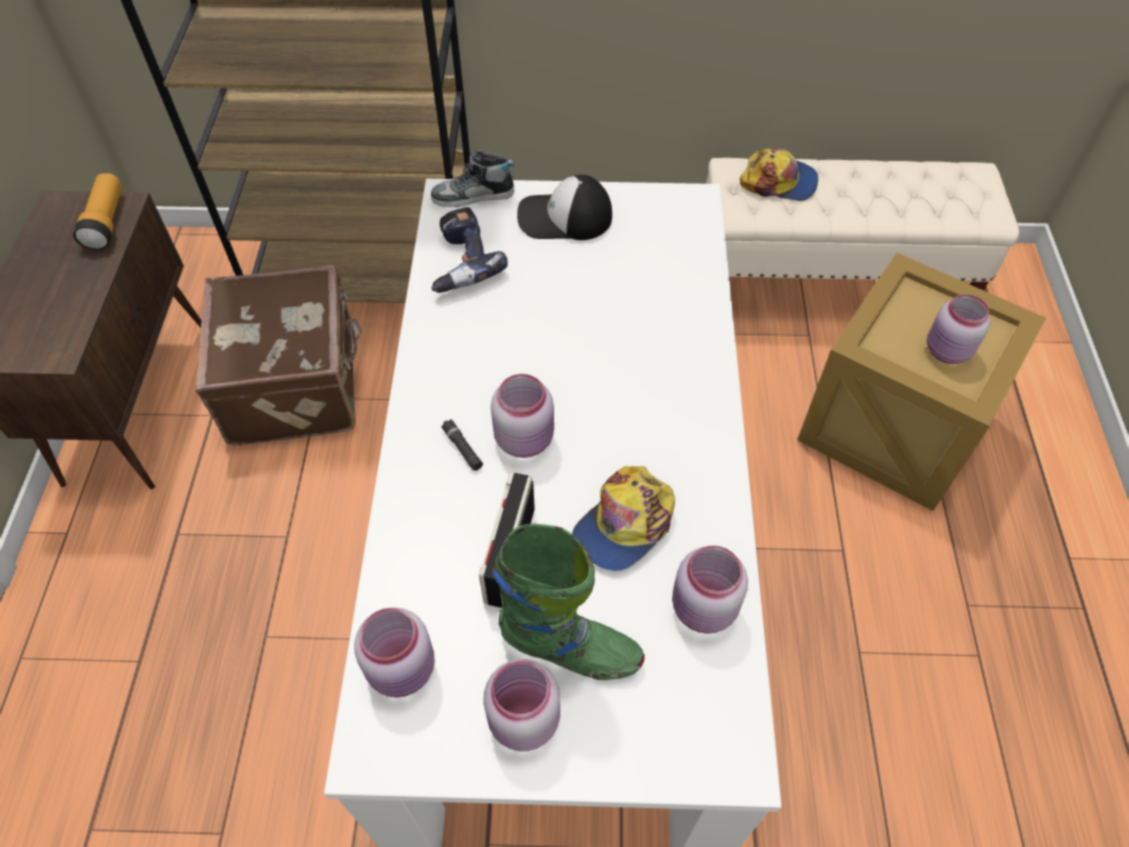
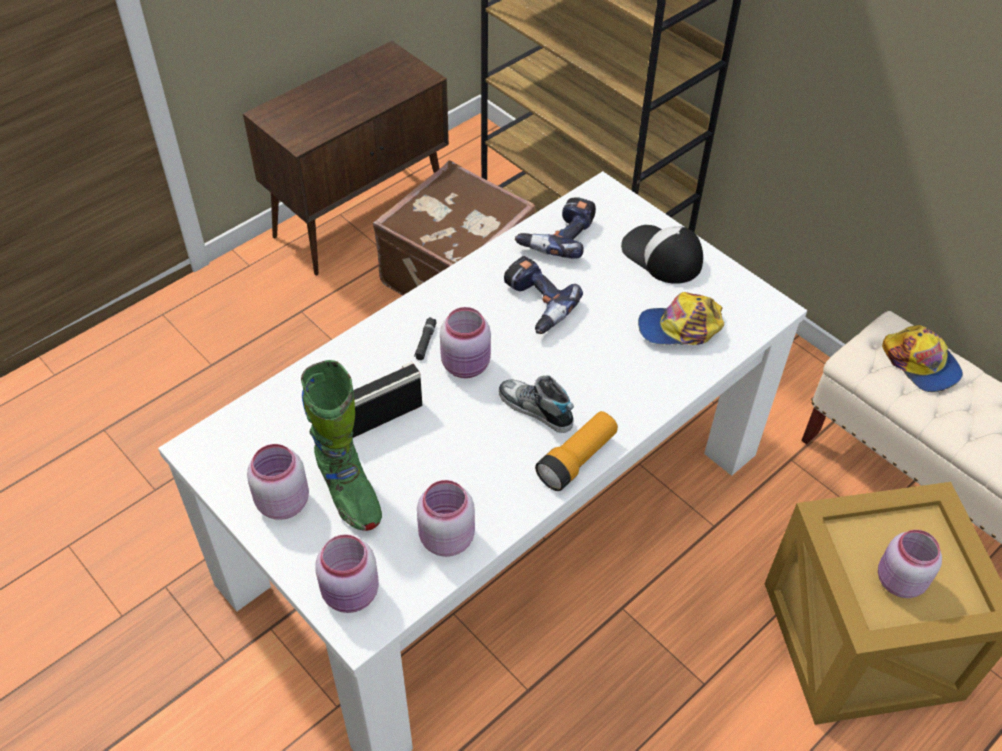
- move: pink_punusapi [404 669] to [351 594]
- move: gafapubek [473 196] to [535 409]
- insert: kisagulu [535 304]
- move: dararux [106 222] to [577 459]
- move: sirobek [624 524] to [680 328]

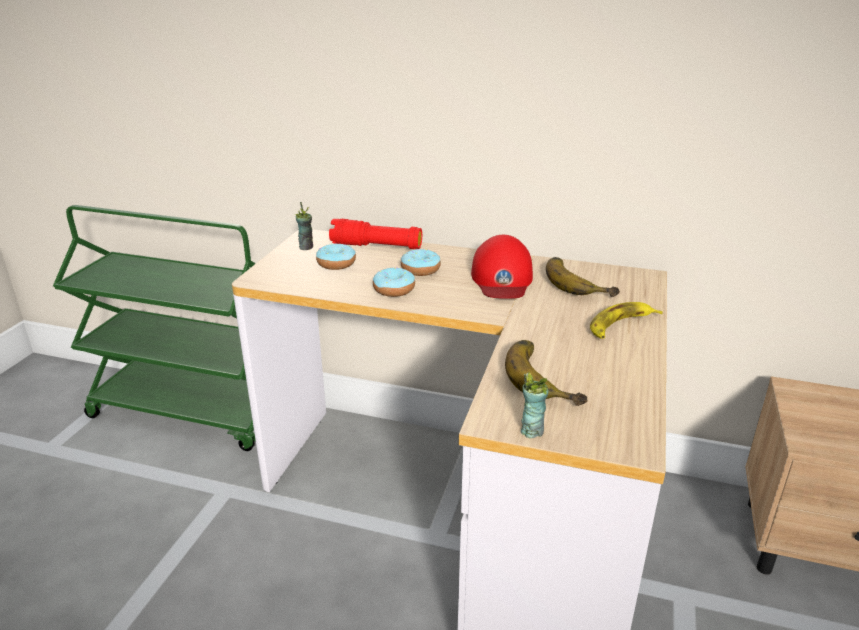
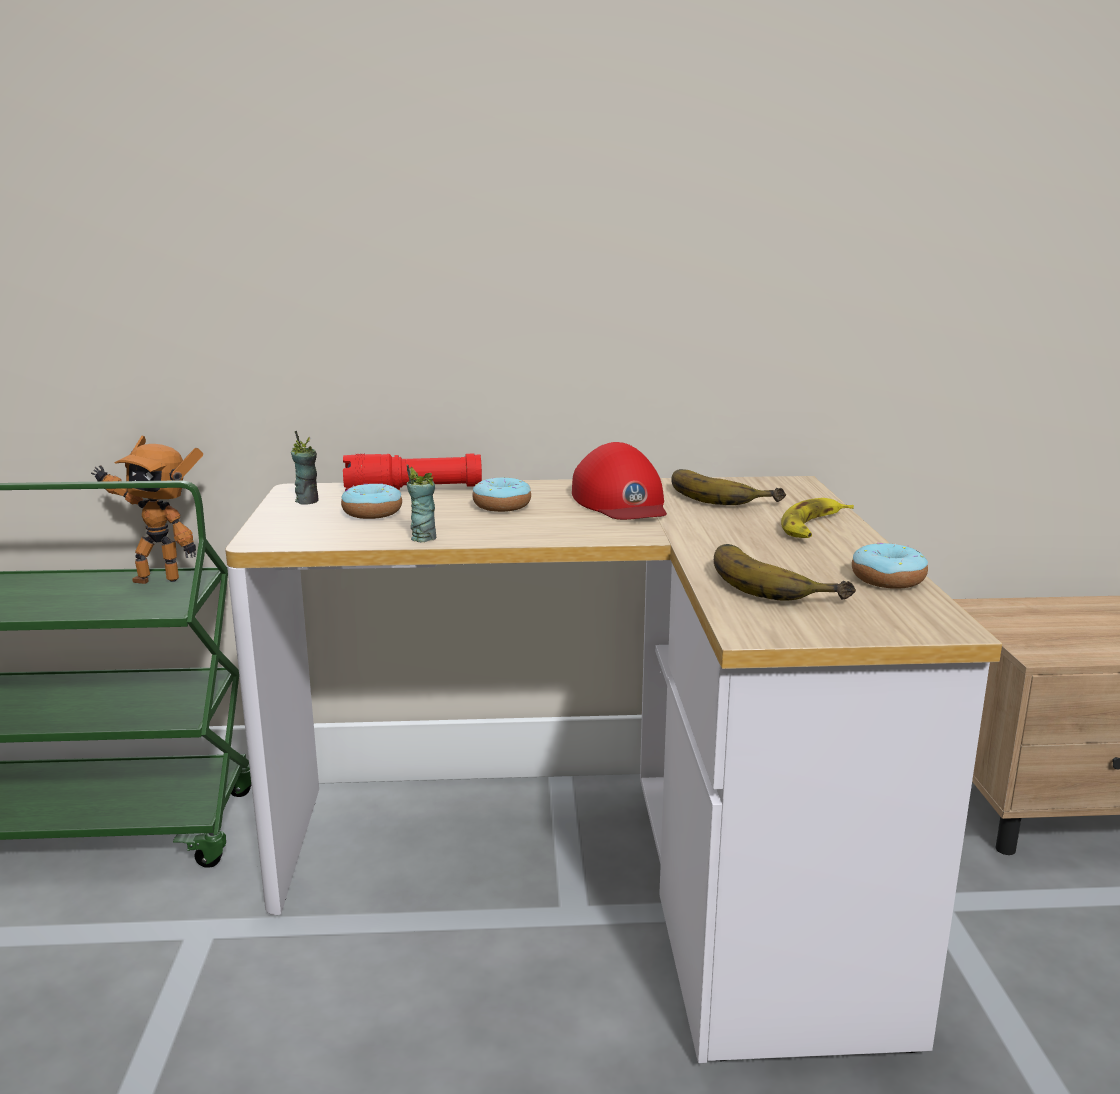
- insert: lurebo [158 579]
- move: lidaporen [531 430] to [423 538]
- move: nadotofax [394 289] to [888 579]

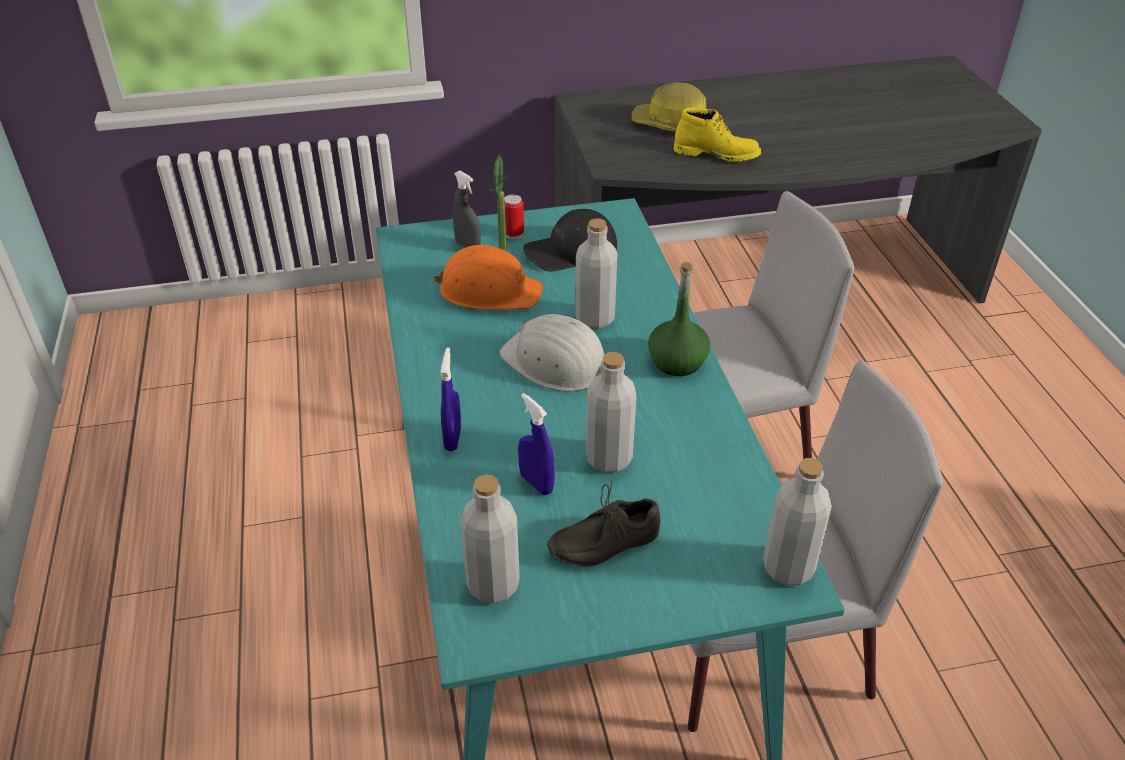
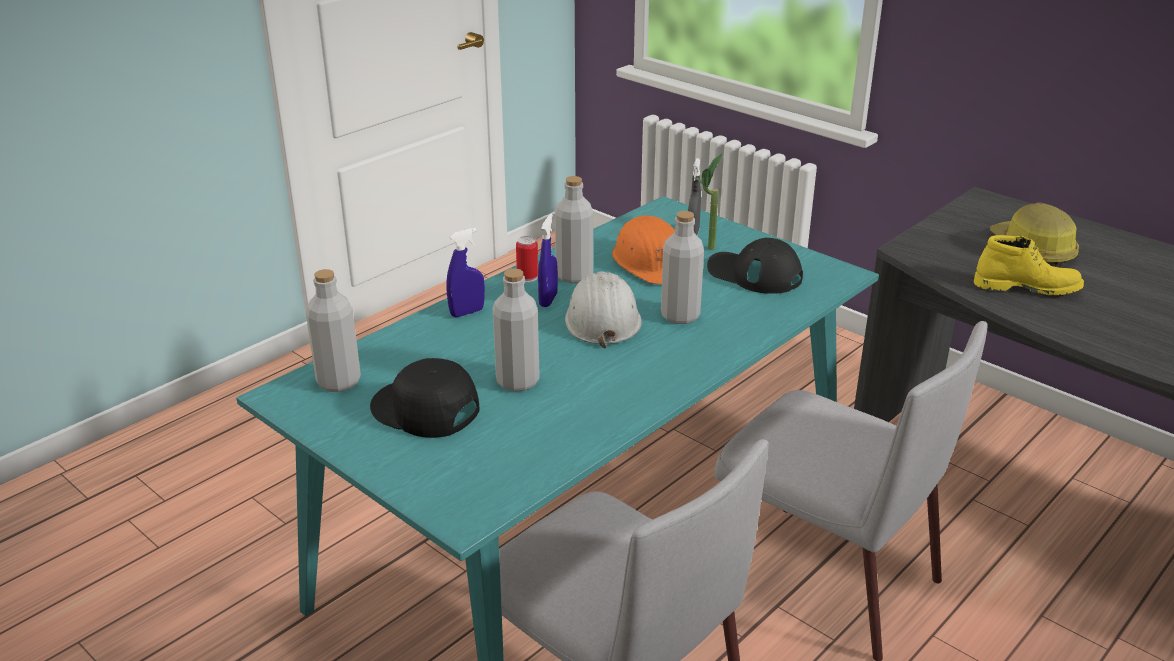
- replace: grey_gafapubek [602 541] to black_sirobek [424 410]
- move: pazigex [514 234] to [527 277]
- move: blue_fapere [536 483] to [548 300]
- move: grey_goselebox [788 568] to [574 276]
- rotate: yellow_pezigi [717 154] = [1026 287] 60 degrees counterclockwise
- delete: green_goselebox [677 362]

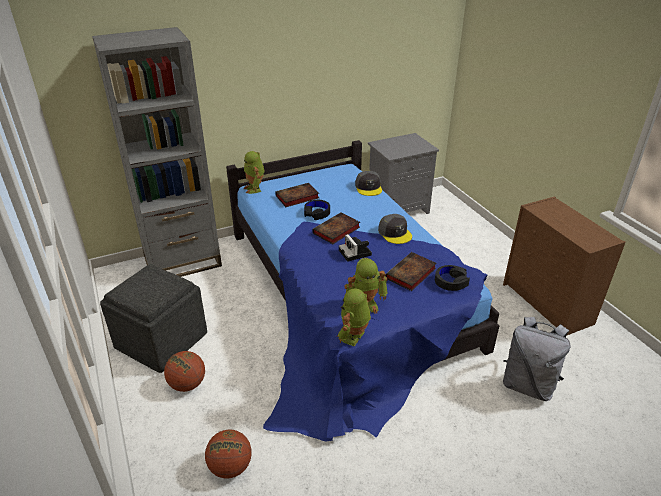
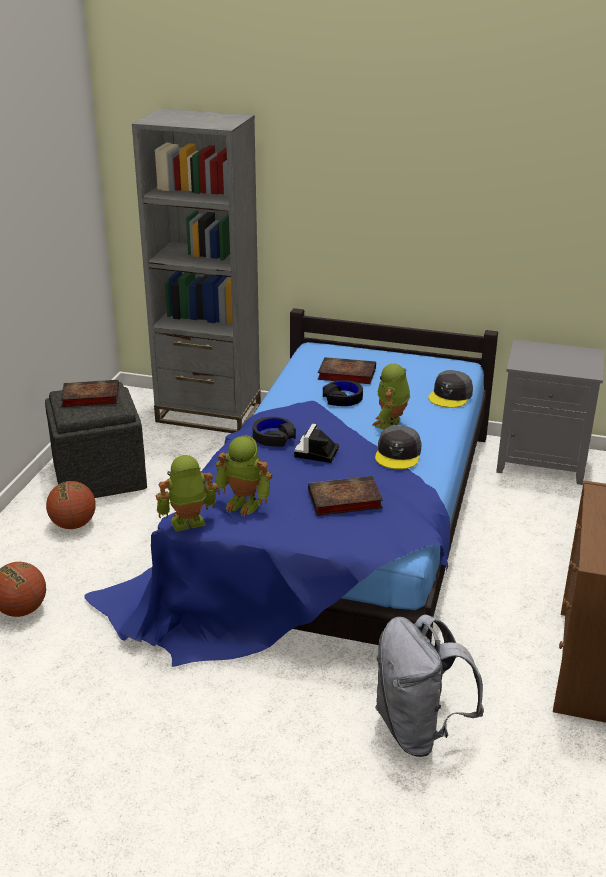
- move: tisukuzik [336 231] to [89 397]
- move: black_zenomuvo [451 281] to [273 437]
- move: lurebo [255 189] to [391 424]

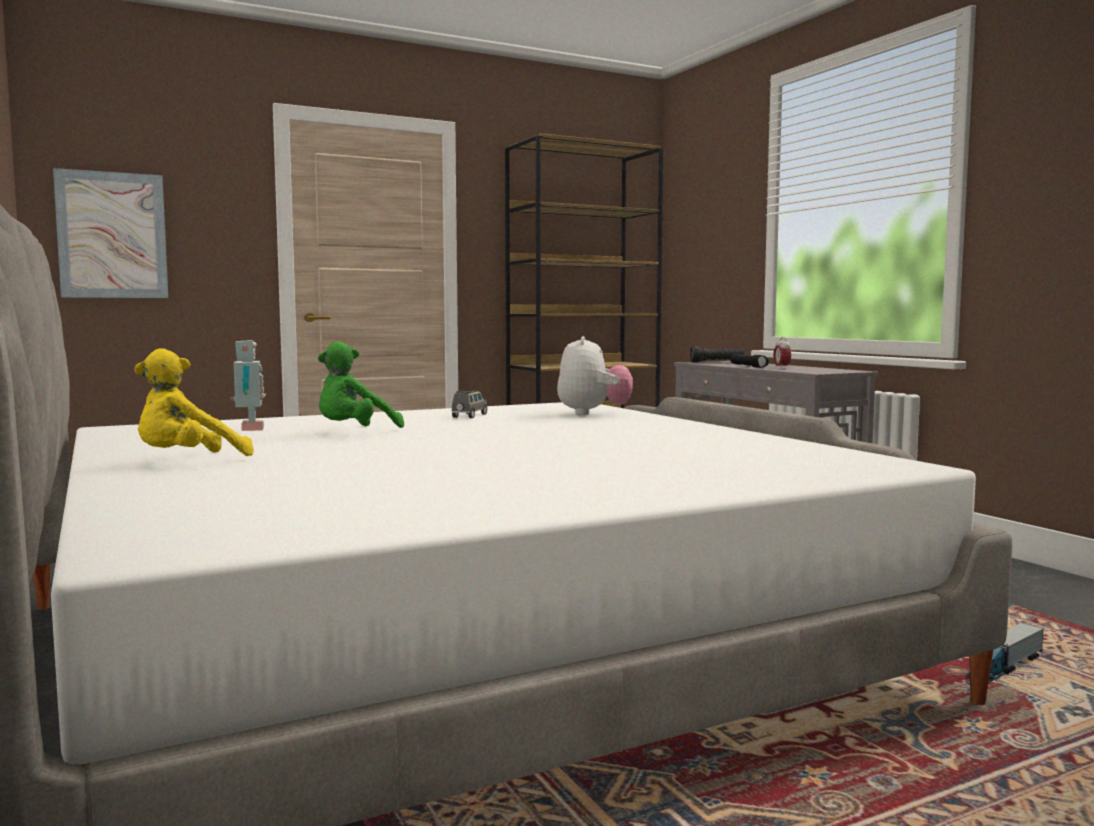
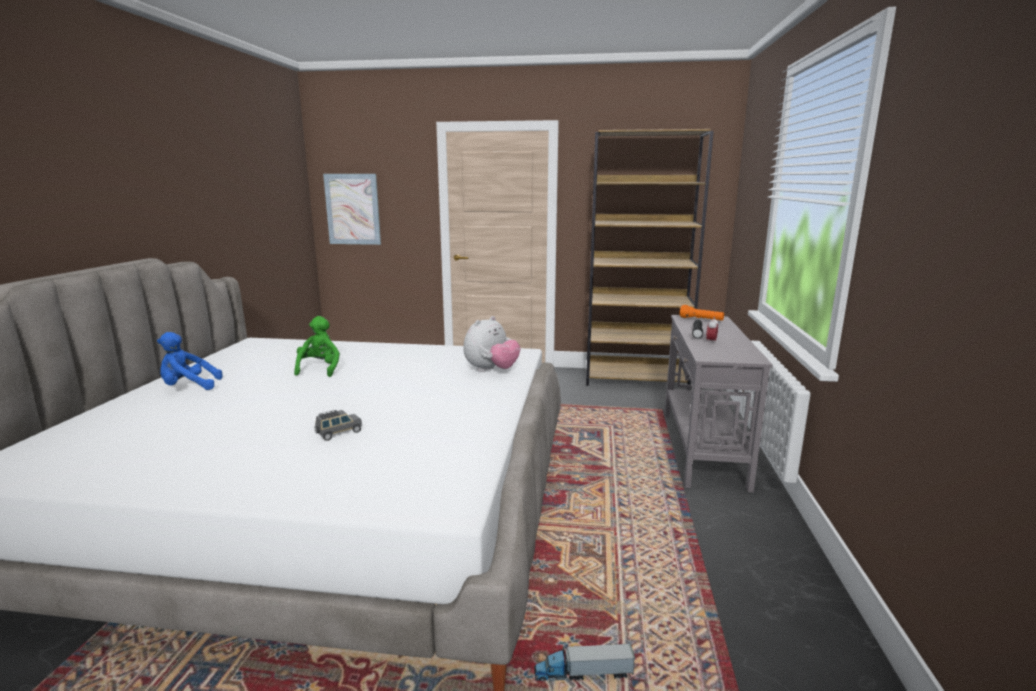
- recolor: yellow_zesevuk [187 461] to blue_zesevuk [188 387]
- rotate: green_zesevuk [354 432] = [320 369] 105 degrees clockwise
- move: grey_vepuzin [469 416] to [338 433]
- recolor: black_dararux [717 362] to orange_dararux [701 320]
- delete: lurebo [249 430]

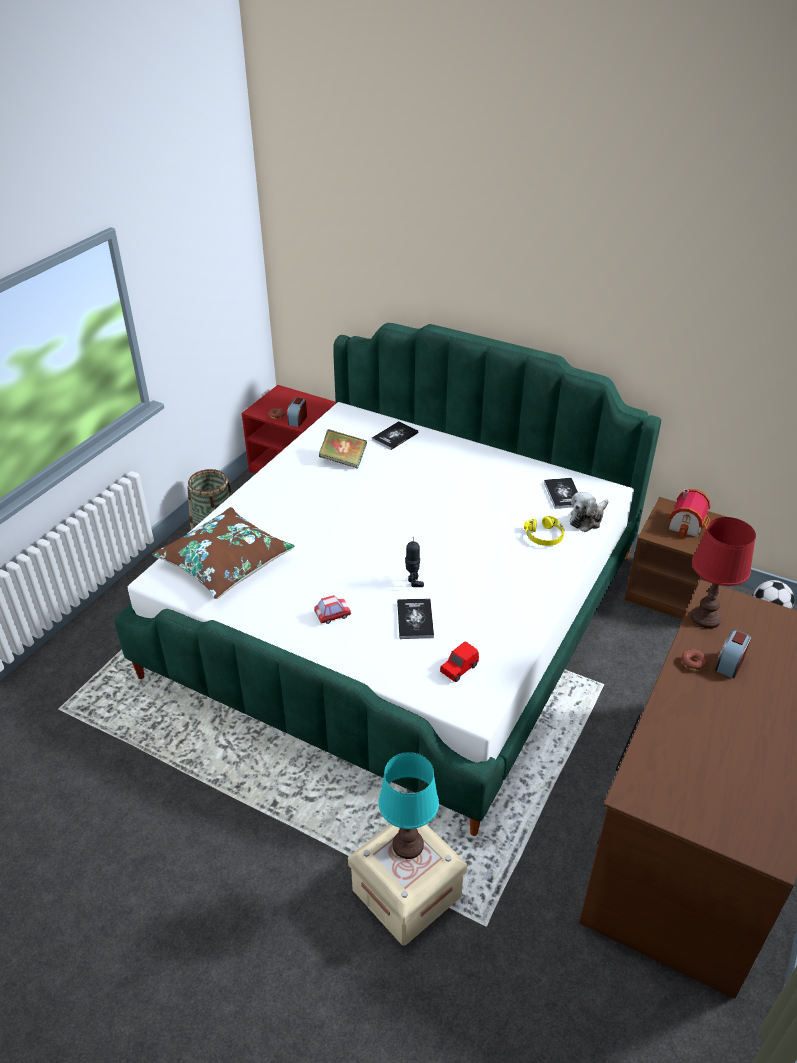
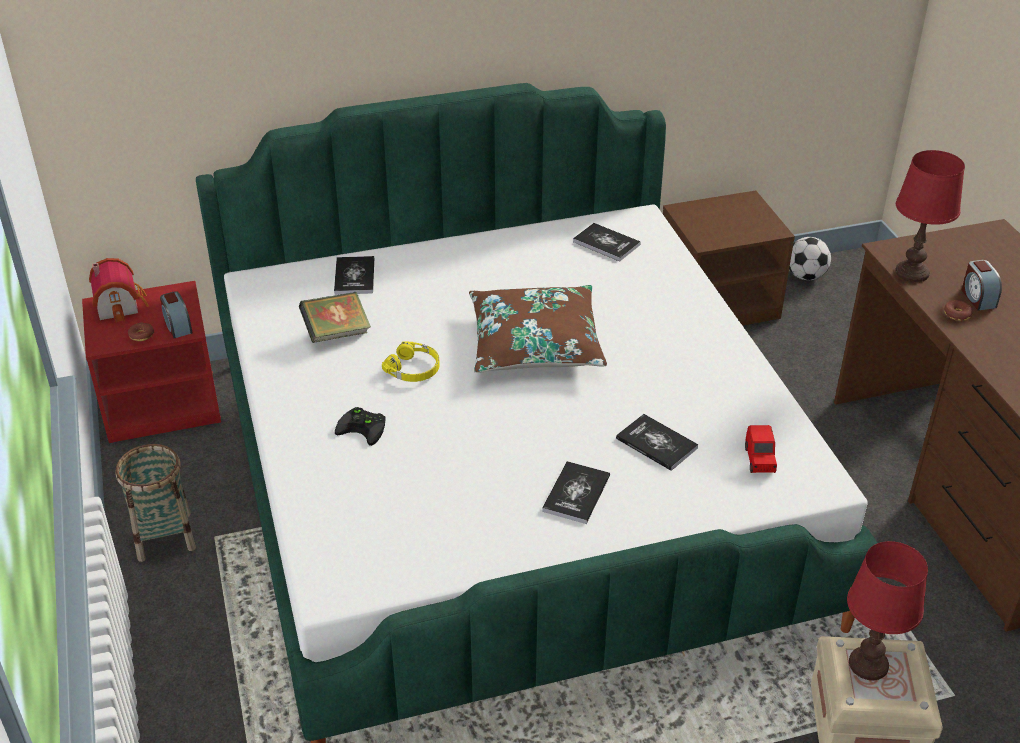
- move: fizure [689 525] to [120 304]
- insert: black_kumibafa [364 428]
- move: yellow_zenomuvo [544 536] to [414 369]
- move: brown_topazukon [225 562] to [535 343]
- replace: vepuzin [332 615] to tisukuzik [576 493]
- recolor: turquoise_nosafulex [407 845] to red_nosafulex [868 665]
- delete: lurebo [413 582]
- delete: zesevuk [587 519]

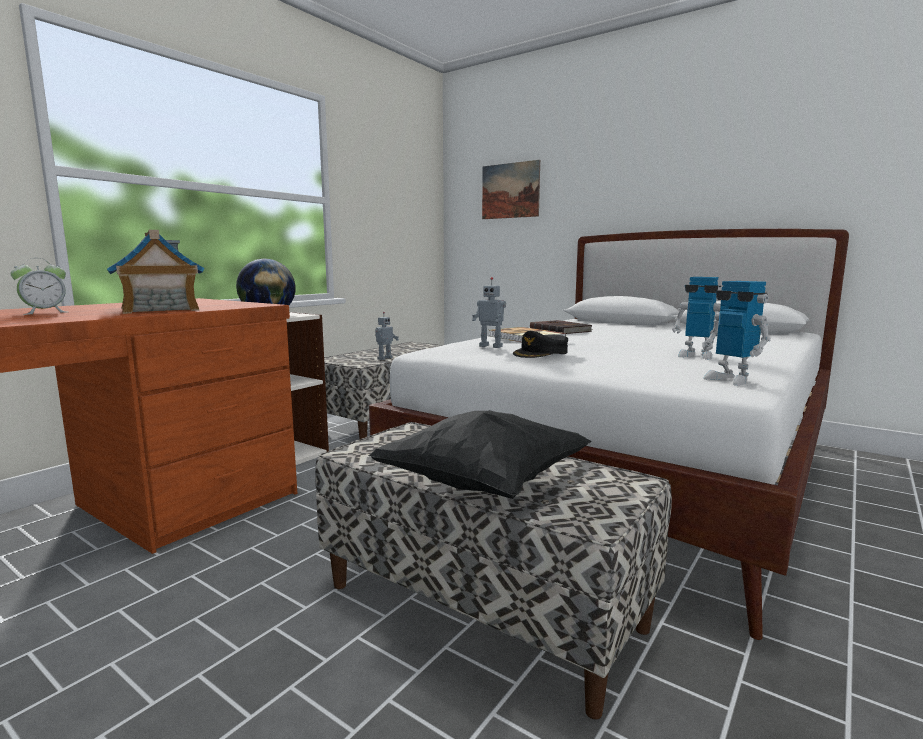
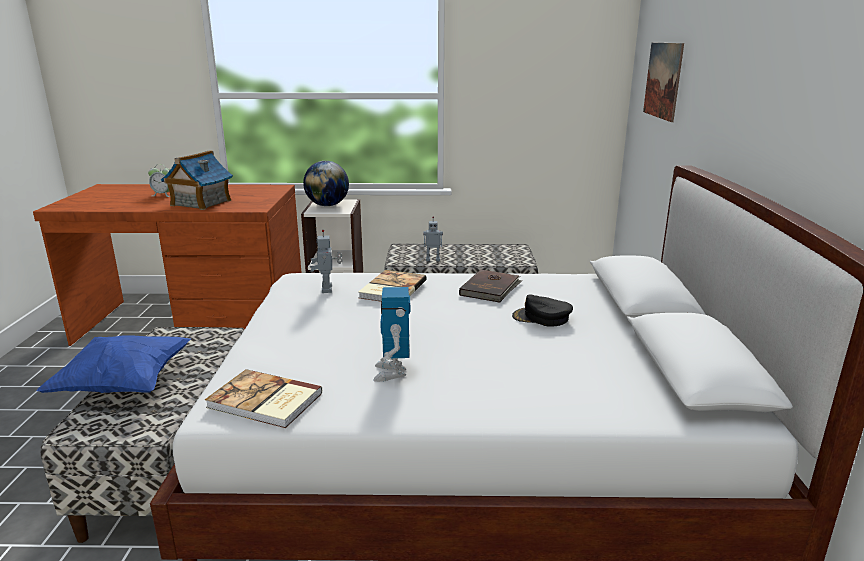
- recolor: black_topazukon [483 484] to blue_topazukon [124 384]
- replace: lurebo [731 379] to tisukuzik [265 401]
- move: black_sirobek [541 353] to [541 317]

